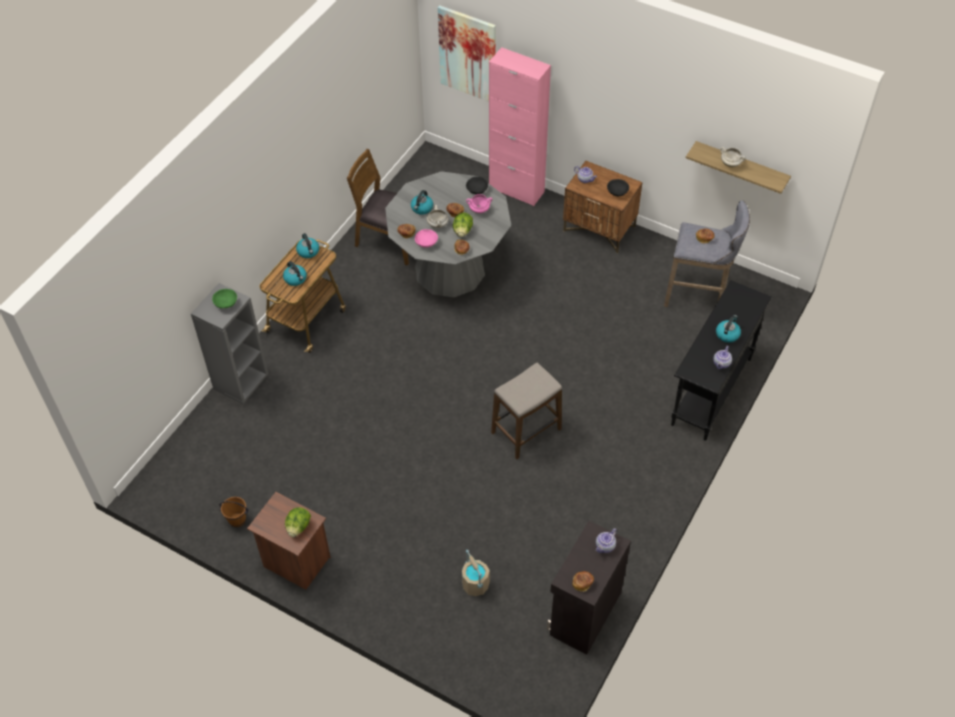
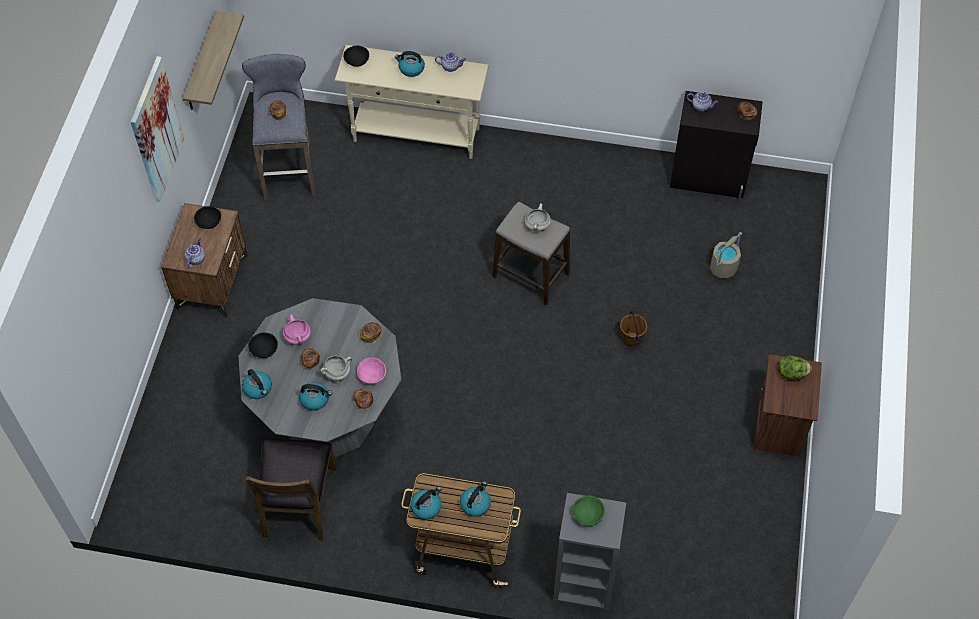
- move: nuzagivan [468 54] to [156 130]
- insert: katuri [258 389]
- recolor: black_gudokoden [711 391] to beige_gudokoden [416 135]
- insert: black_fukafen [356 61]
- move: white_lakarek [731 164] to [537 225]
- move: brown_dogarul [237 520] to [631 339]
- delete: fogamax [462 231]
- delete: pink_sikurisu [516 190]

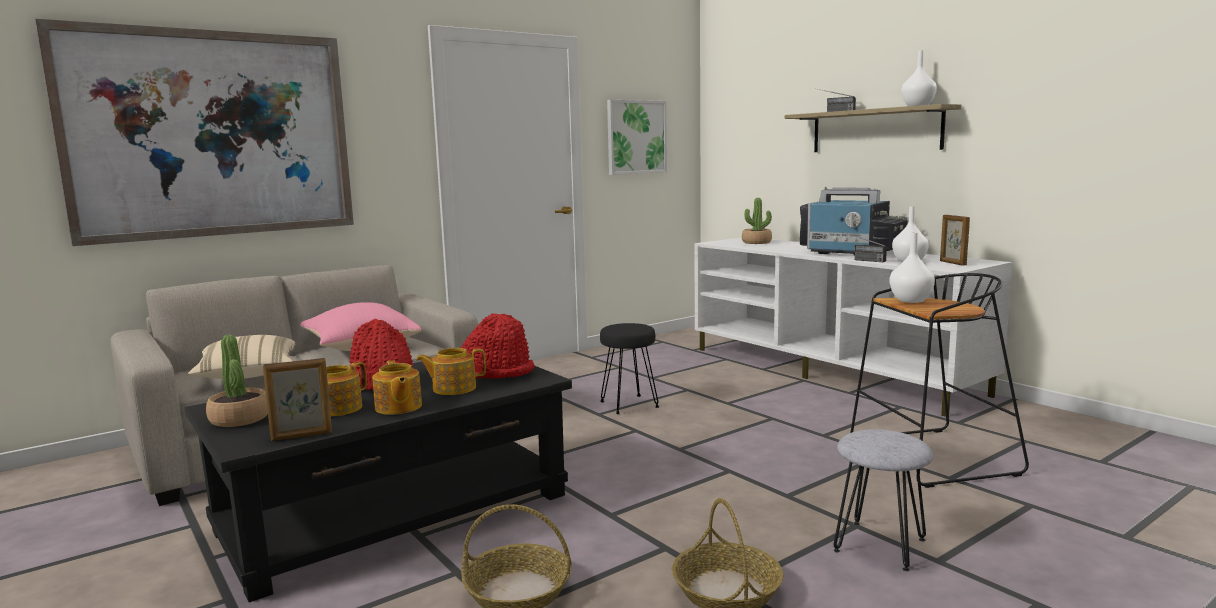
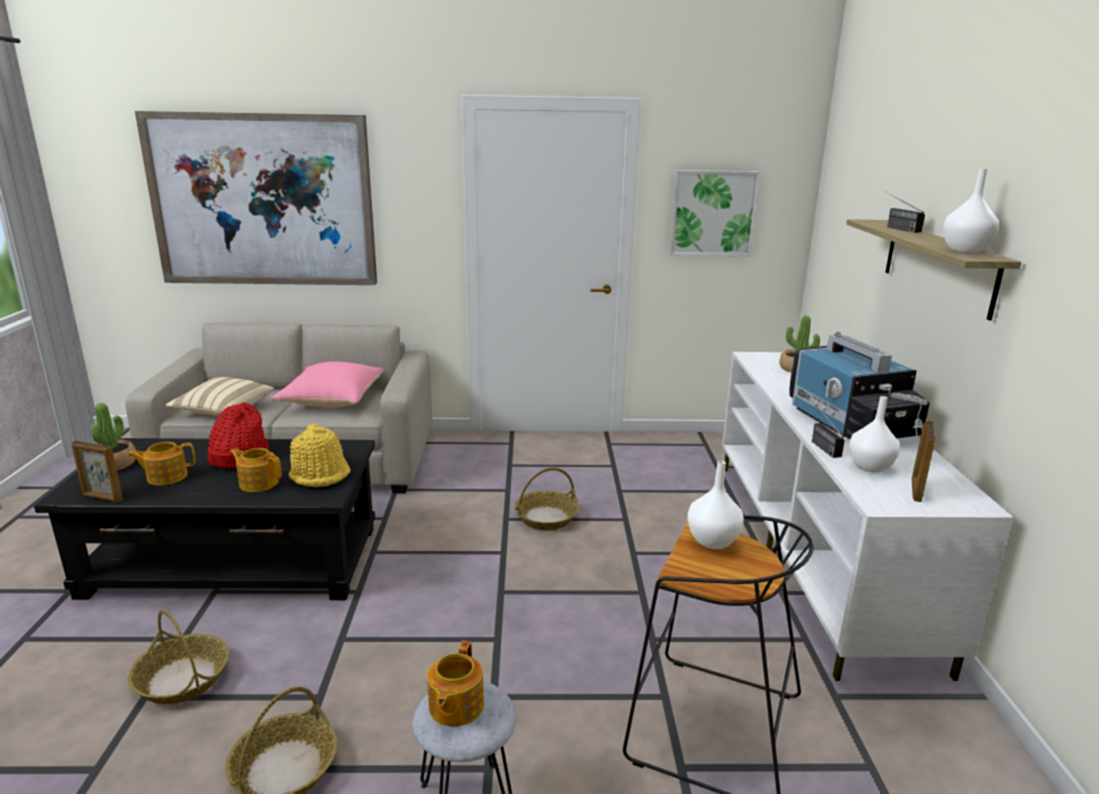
- recolor: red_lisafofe [498 371] to yellow_lisafofe [320 474]
- move: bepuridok [398 407] to [455 706]
- replace: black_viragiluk [629 405] to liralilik [546 518]

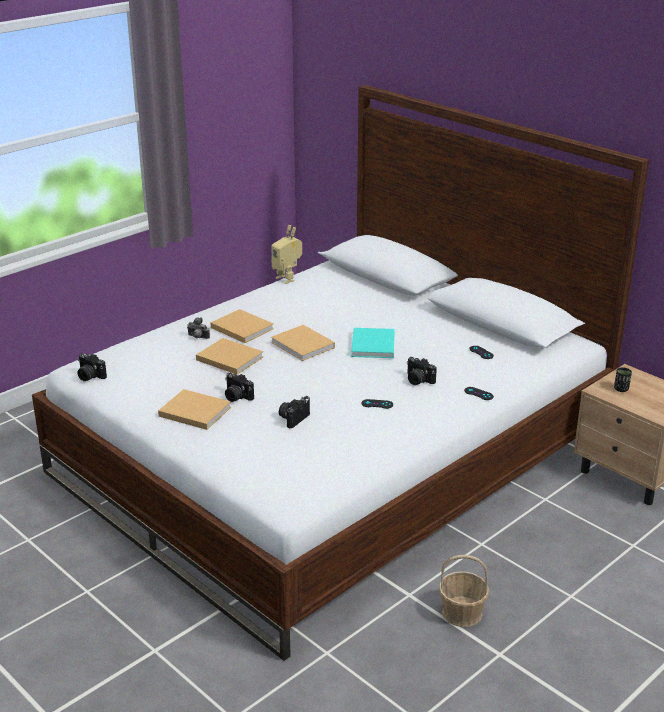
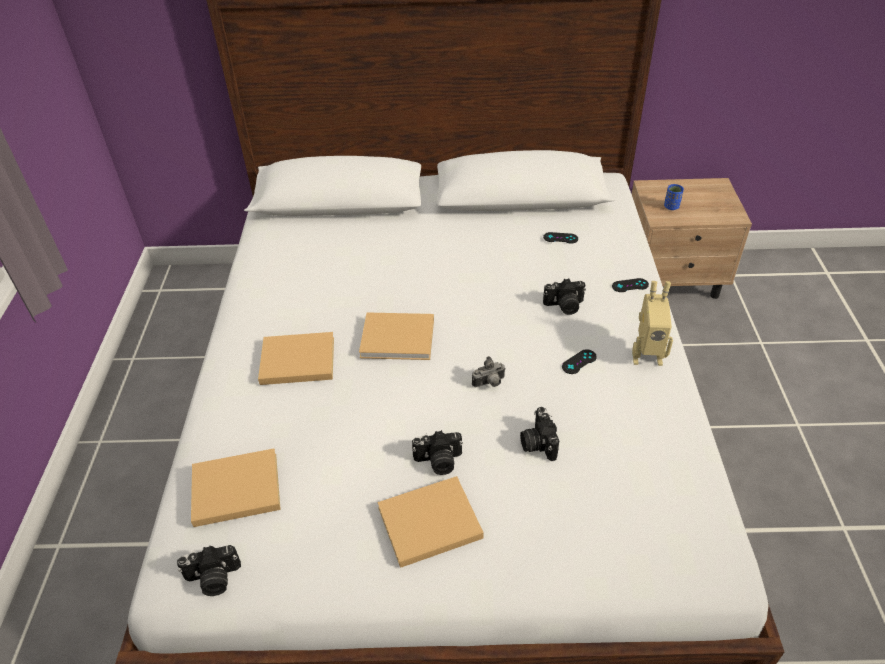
- move: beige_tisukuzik [228 358] to [233 489]
- move: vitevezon [197 337] to [489 383]
- move: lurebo [287 278] to [646 355]
- recolor: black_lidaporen [621 389] to blue_lidaporen [671 207]
- delete: turquoise_tisukuzik [373 346]
- delete: liralilik [462 613]

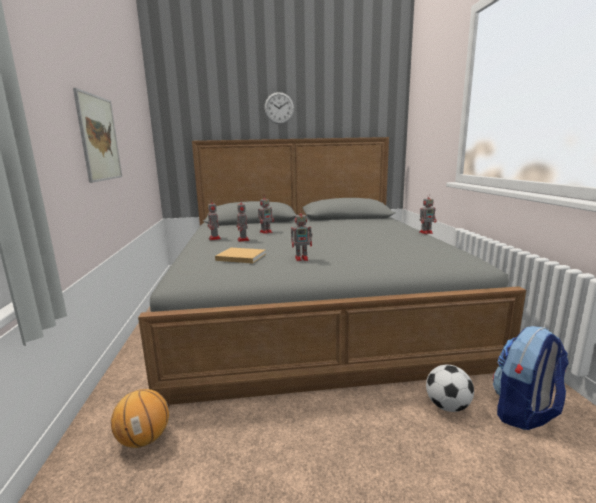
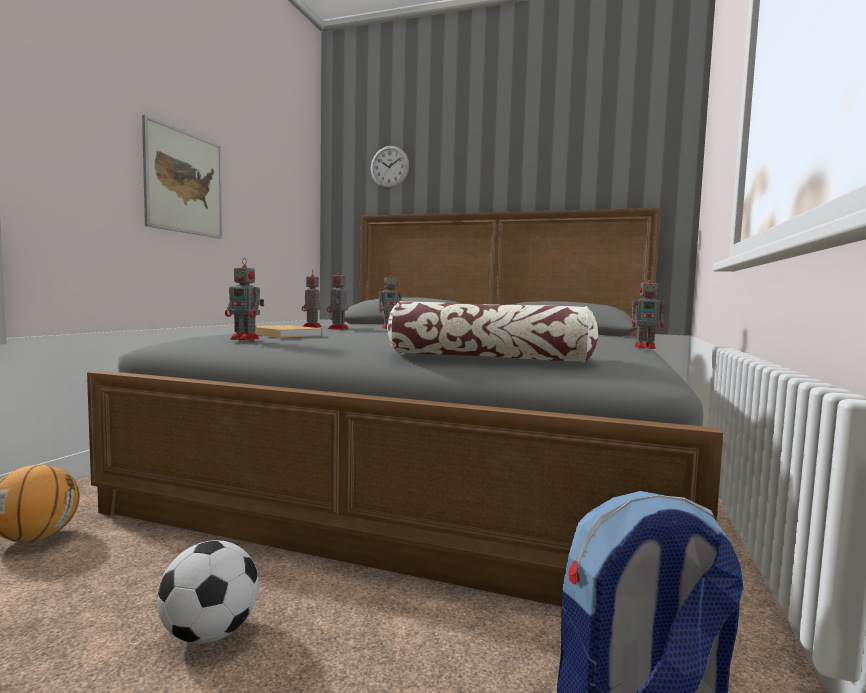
- move: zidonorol [447 406] to [210 634]
- move: lurebo [302 258] to [246 339]
- move: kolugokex [279 108] to [389 167]
- insert: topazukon [488 357]

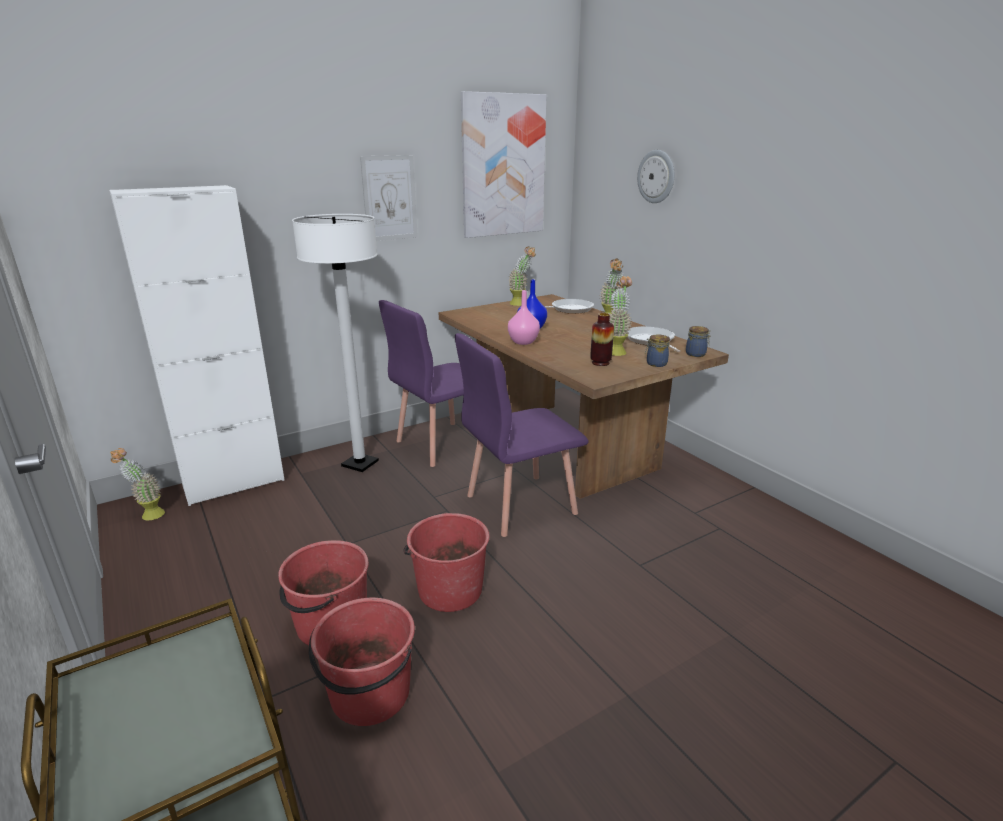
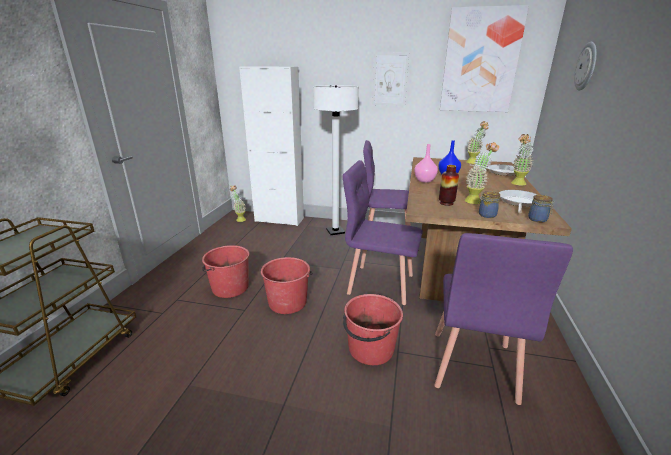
- move: red_dogarul [370 695] to [370 349]
- insert: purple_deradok [472 365]

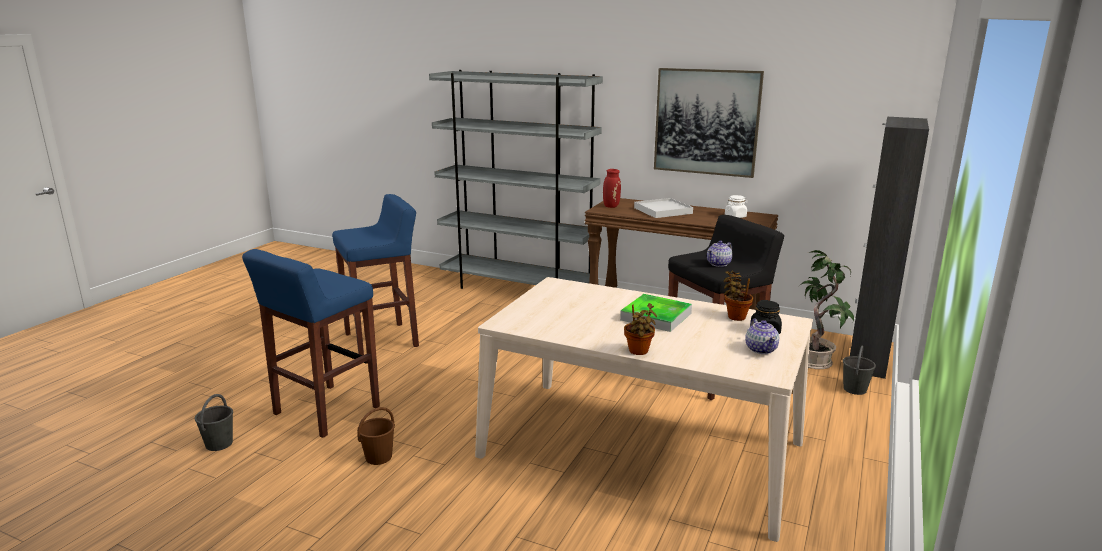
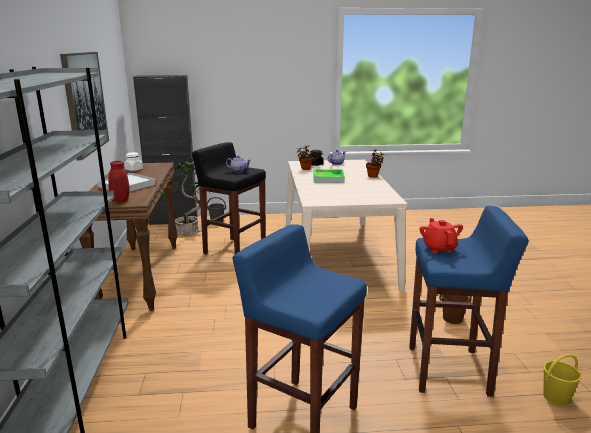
- insert: red_bepuridok [439 248]
- recolor: grey_dogarul [219 443] to yellow_dogarul [556 397]

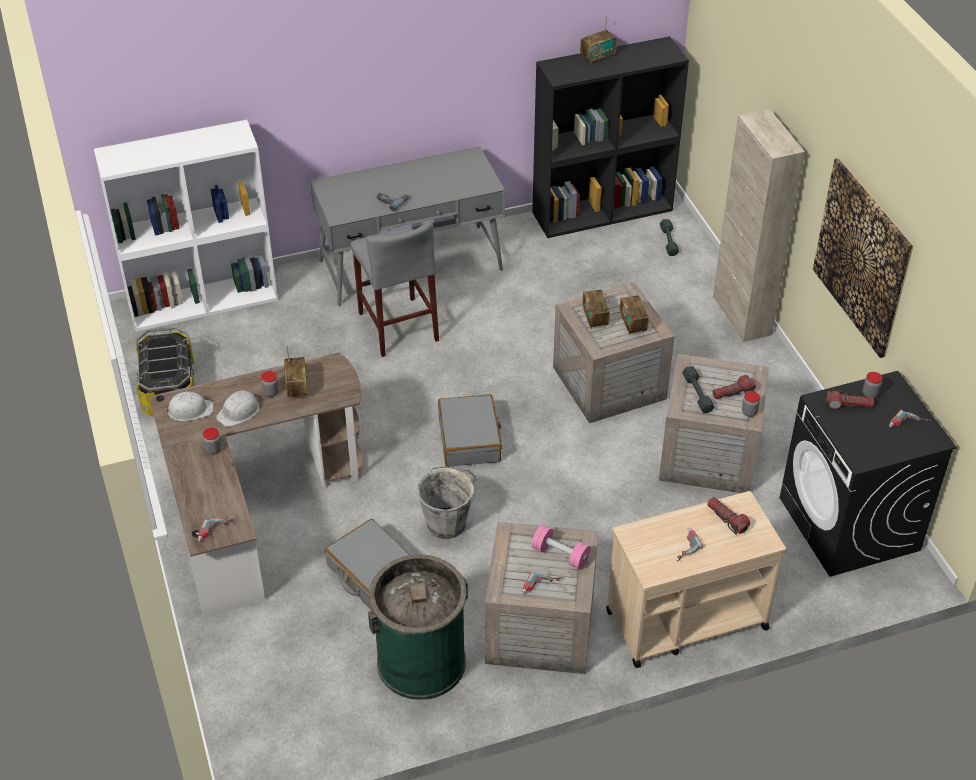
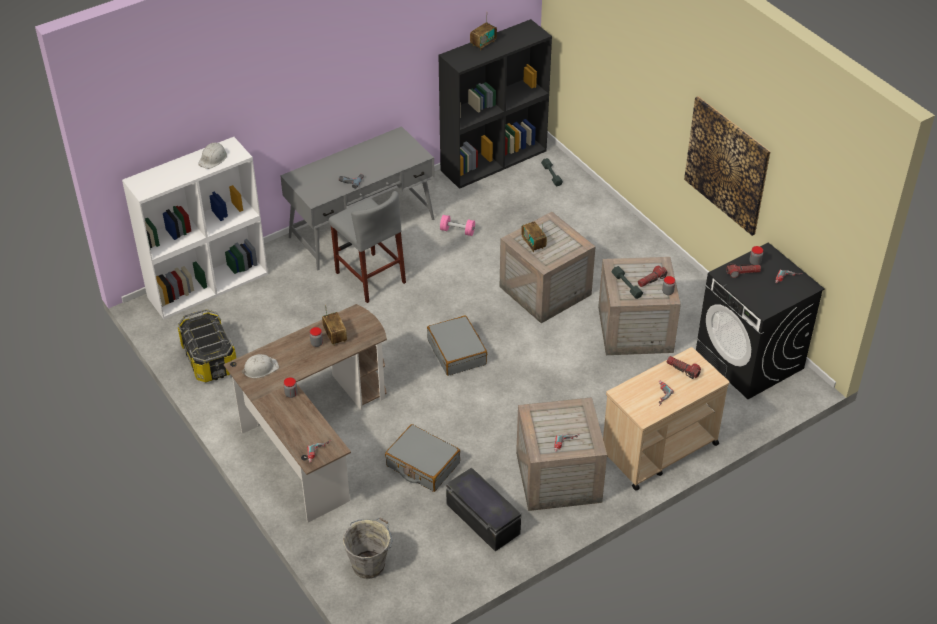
- move: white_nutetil [239 412] to [213 158]
- move: grey_dogarul [447 523] to [369 564]
- move: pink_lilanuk [560 555] to [457 231]
- replace: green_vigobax [421 662] to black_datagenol [482 519]
- delete: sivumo [633 324]
- delete: beige_sikurisu [741 315]

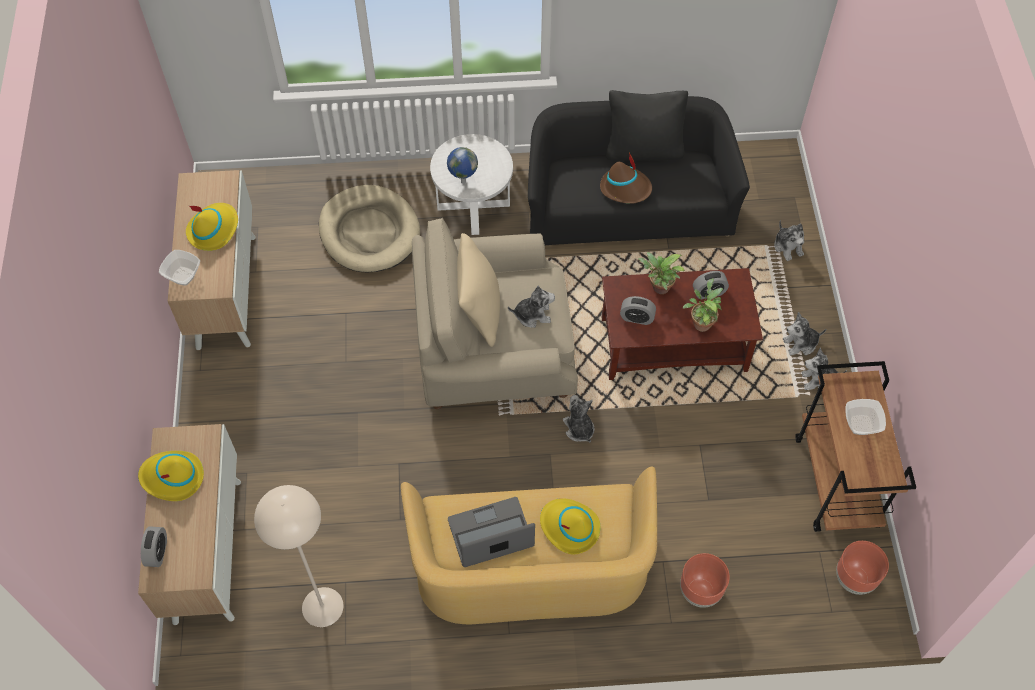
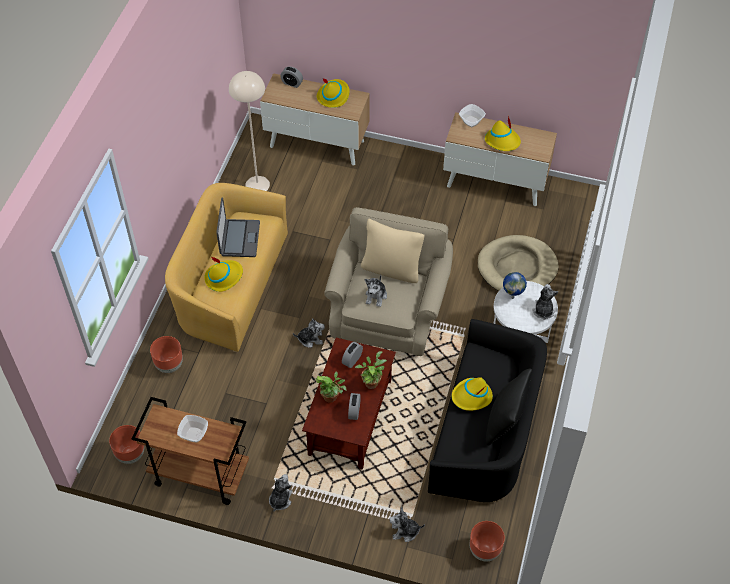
- recolor: brown_lisafofe [626 188] to yellow_lisafofe [471 396]
- insert: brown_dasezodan [484 550]
- move: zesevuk [800 344] to [543 310]

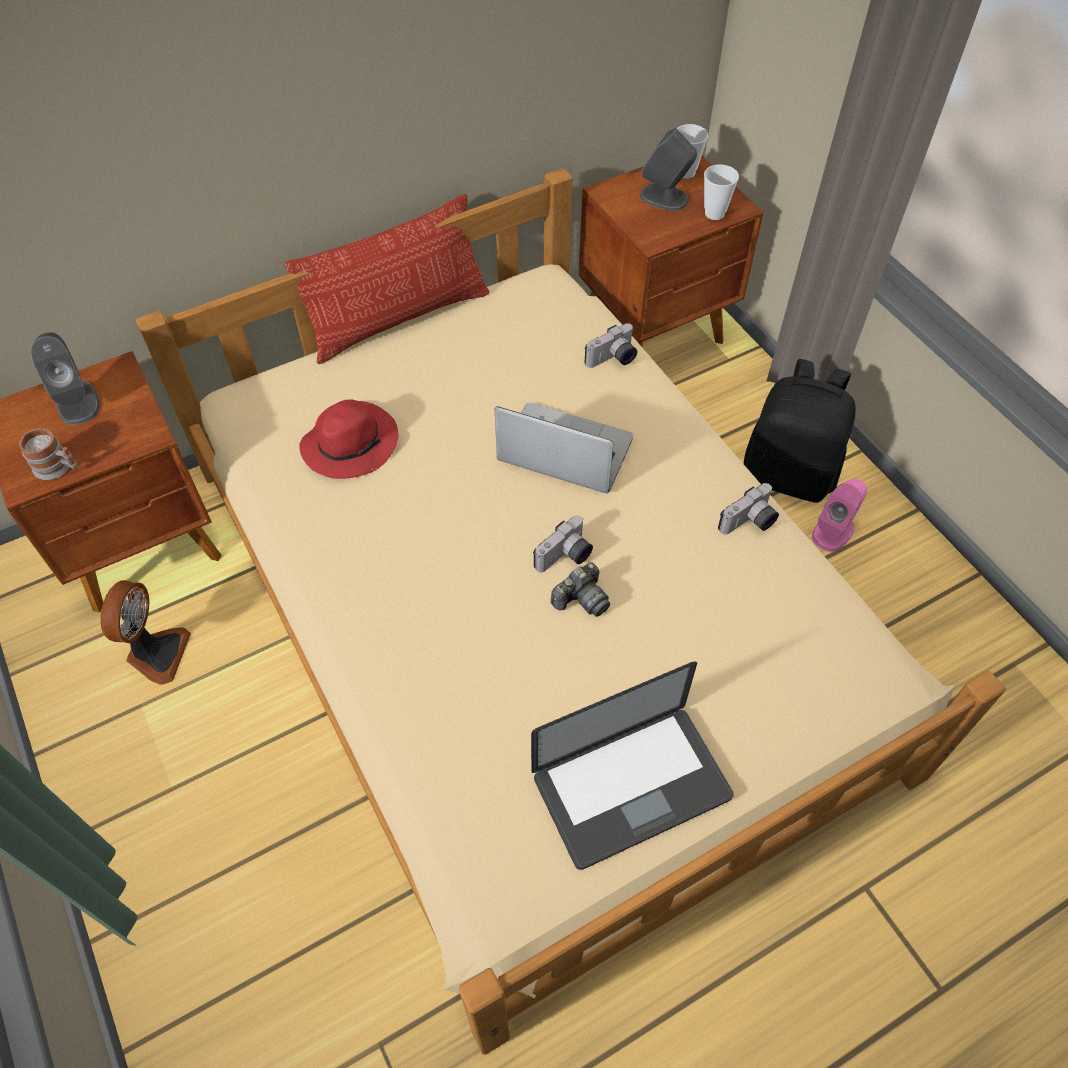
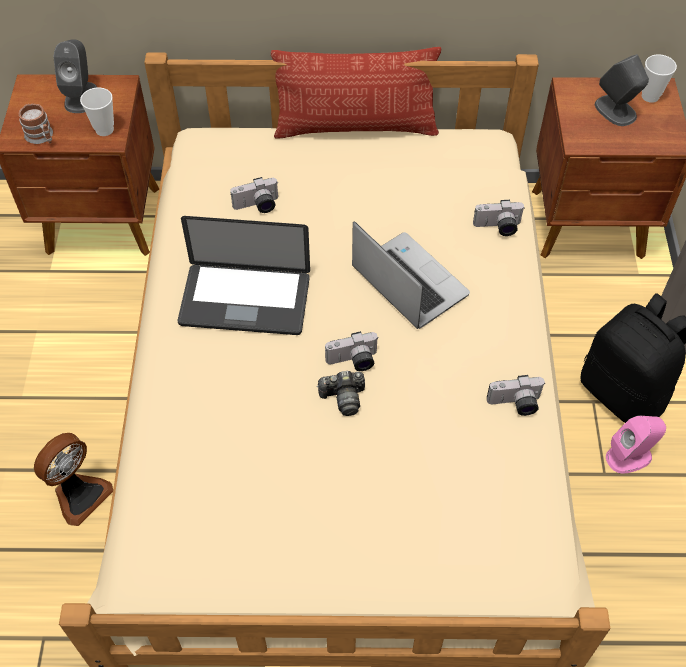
- move: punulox [156 653] to [79 494]
- move: lidaporen [714 213] to [104 129]
- move: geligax [631 787] to [245 301]
- replace: red_lisafofe [351 443] to vitevezon [257 206]

